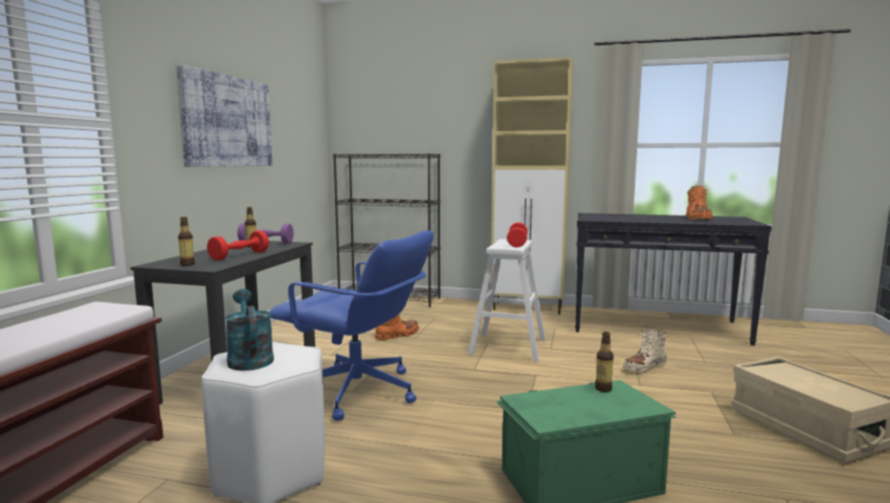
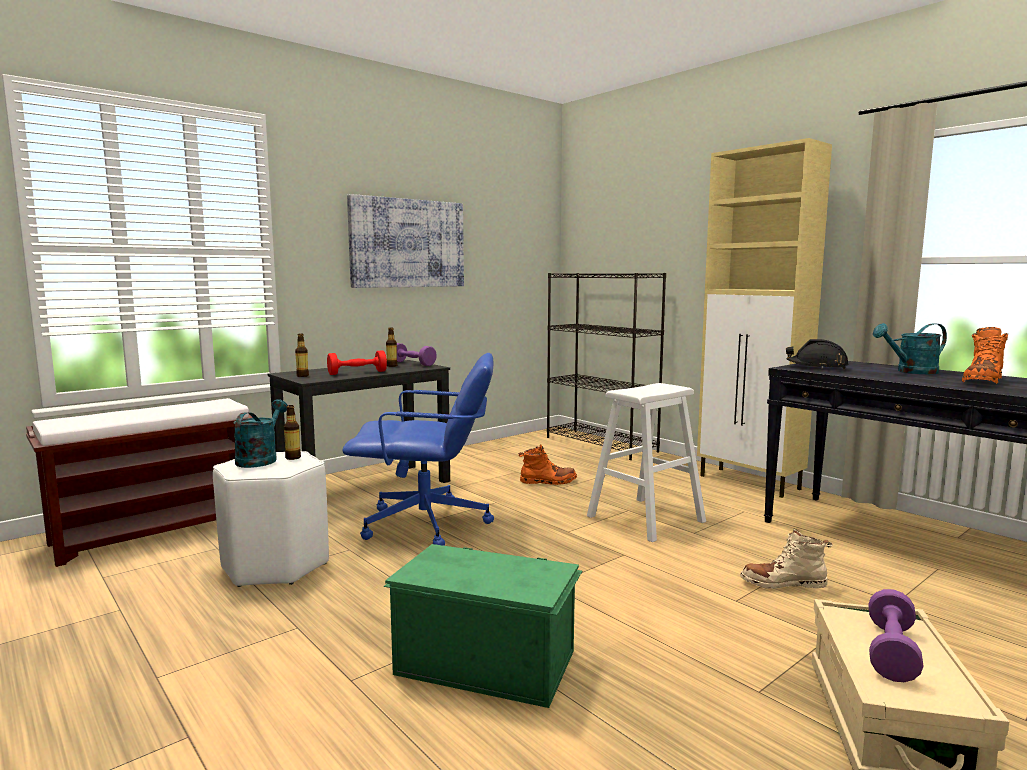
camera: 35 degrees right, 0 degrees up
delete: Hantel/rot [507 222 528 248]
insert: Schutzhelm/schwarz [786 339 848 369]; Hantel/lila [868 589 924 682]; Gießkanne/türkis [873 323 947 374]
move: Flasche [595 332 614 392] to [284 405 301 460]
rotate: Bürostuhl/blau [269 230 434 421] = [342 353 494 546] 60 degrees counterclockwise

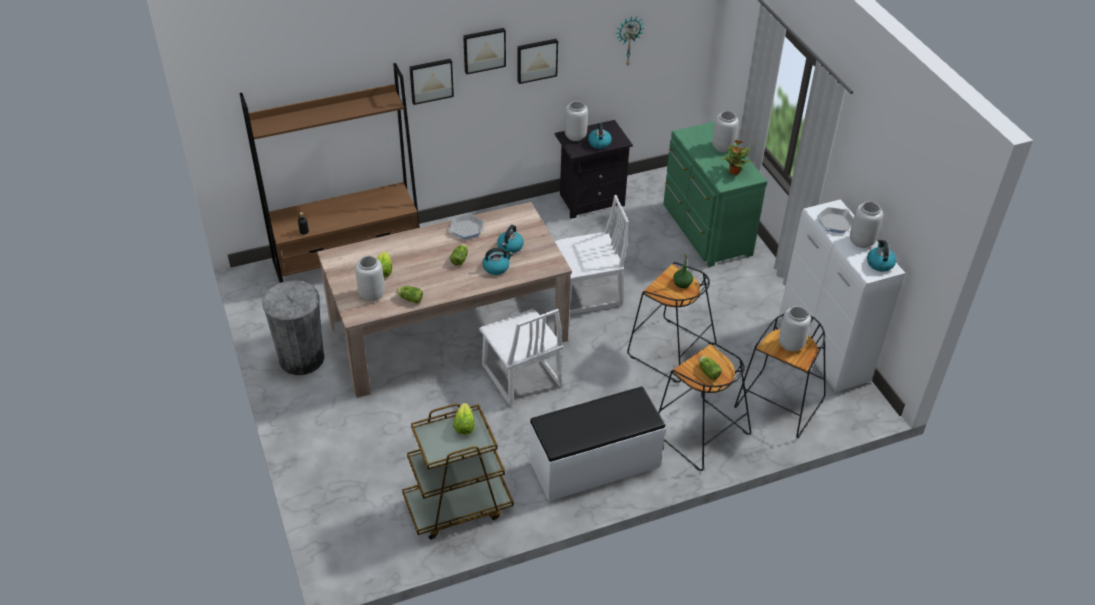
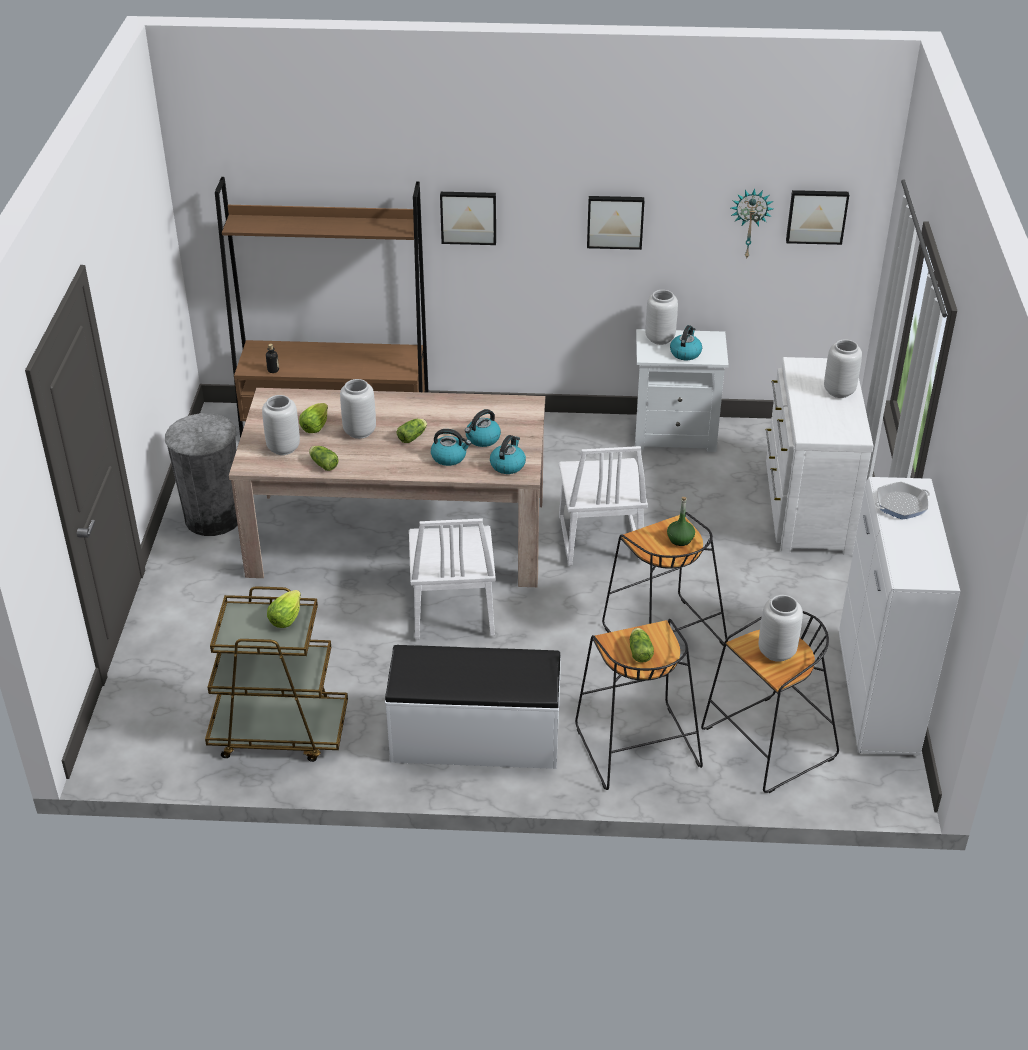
camera: 25 degrees right, 5 degrees down
delete: Pfanne [448 214 486 239]; Topfpflanze [722 140 751 175]
move: Bild [463 28 506 75] to [786 190 849 245]; Vase/grau [850 202 883 248] to [340 379 376 439]; Wasserkessel [867 240 896 272] to [490 435 526 474]
recolor: Nachttisch/schwarz [555 120 633 219] to Nachttisch/weiß [635 329 729 452]; Kommode/grün [663 122 768 267] to Kommode/weiß [765 357 874 555]
rotate: Stuhl/weiß [555 195 629 314] = [559 446 648 566] 75 degrees clockwise

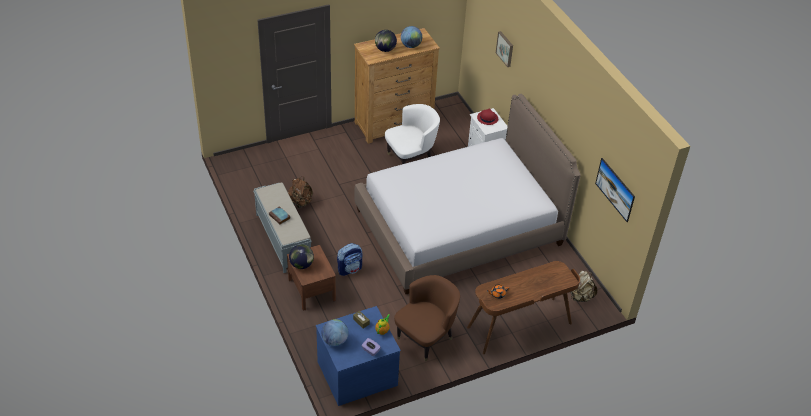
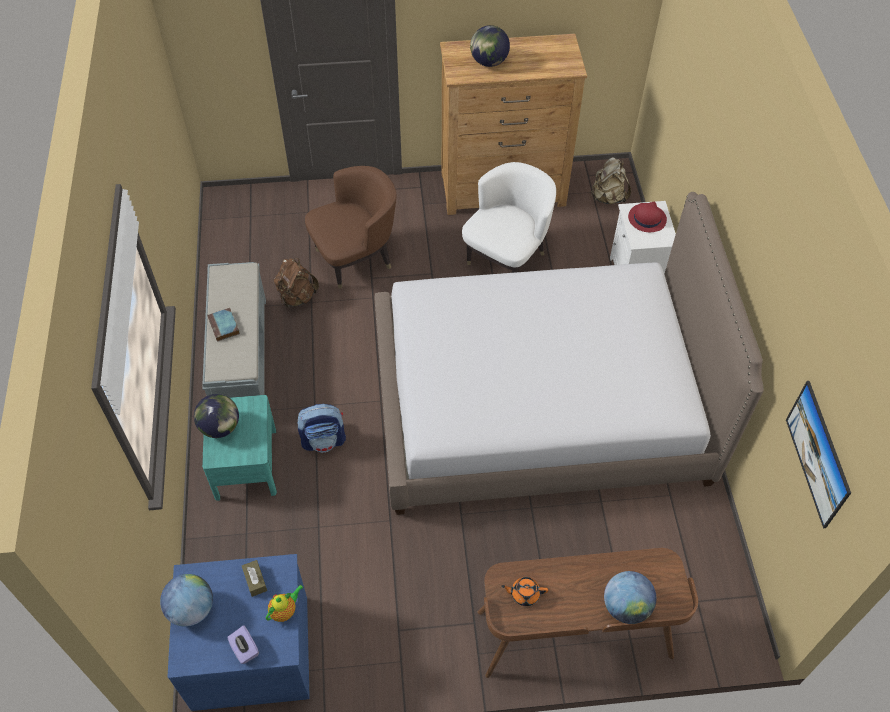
camera: 20 degrees right, 10 degrees up
delete: Bild [496 31 513 67]
move: Sessel/braun [394 275 460 361] to [305 166 397 288]; Globus [401 26 422 48] to [604 571 656 624]; Rucksack/beige [571 271 597 302] to [591 157 631 204]
recolor: Nachttisch/braun [287 245 336 310] to Nachttisch/türkis [202 395 277 501]
rotate: Sessel/weiß [385 104 440 164] = [462 162 556 273] 45 degrees counterclockwise

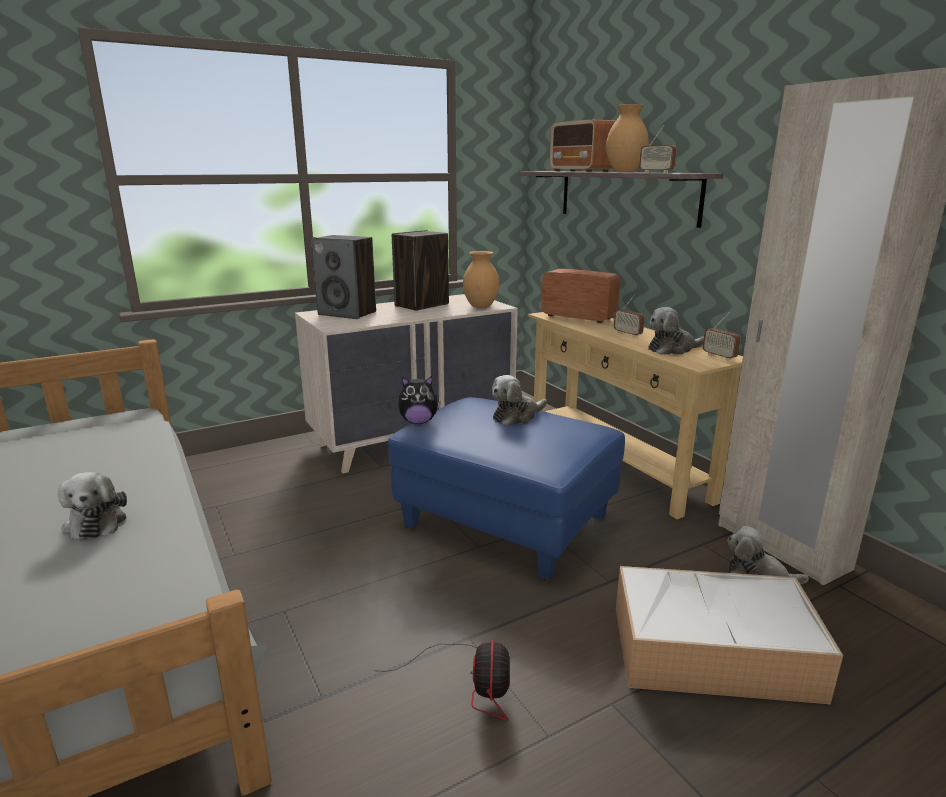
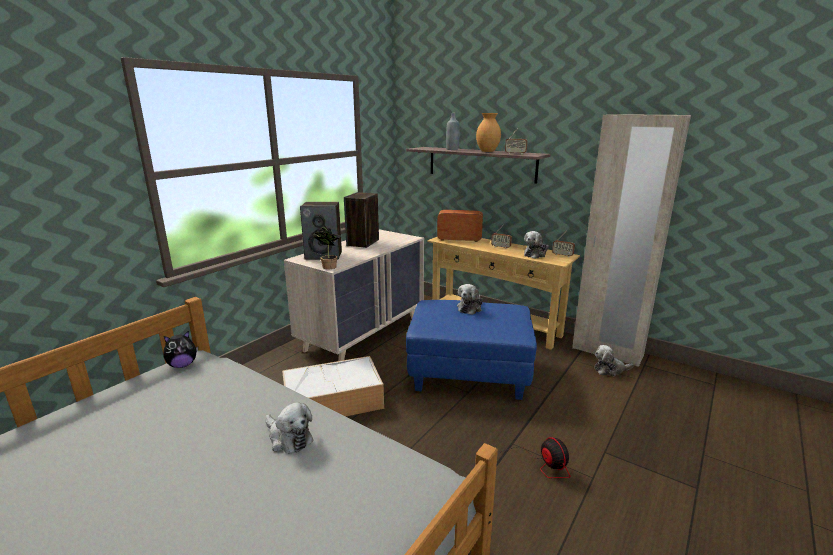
camera: 25 degrees left, 0 degrees up
delete: Vase/braun [463 251 499 308]
insert: Topfpflanze [311 225 341 270]
move: Plüschtier [398 376 441 424] to [163 331 198 368]; Aufbewahrungsbox [616 566 843 704] to [282 356 384 417]
replace: Radio [550 119 616 172] to Flasche/grau [446 113 460 150]

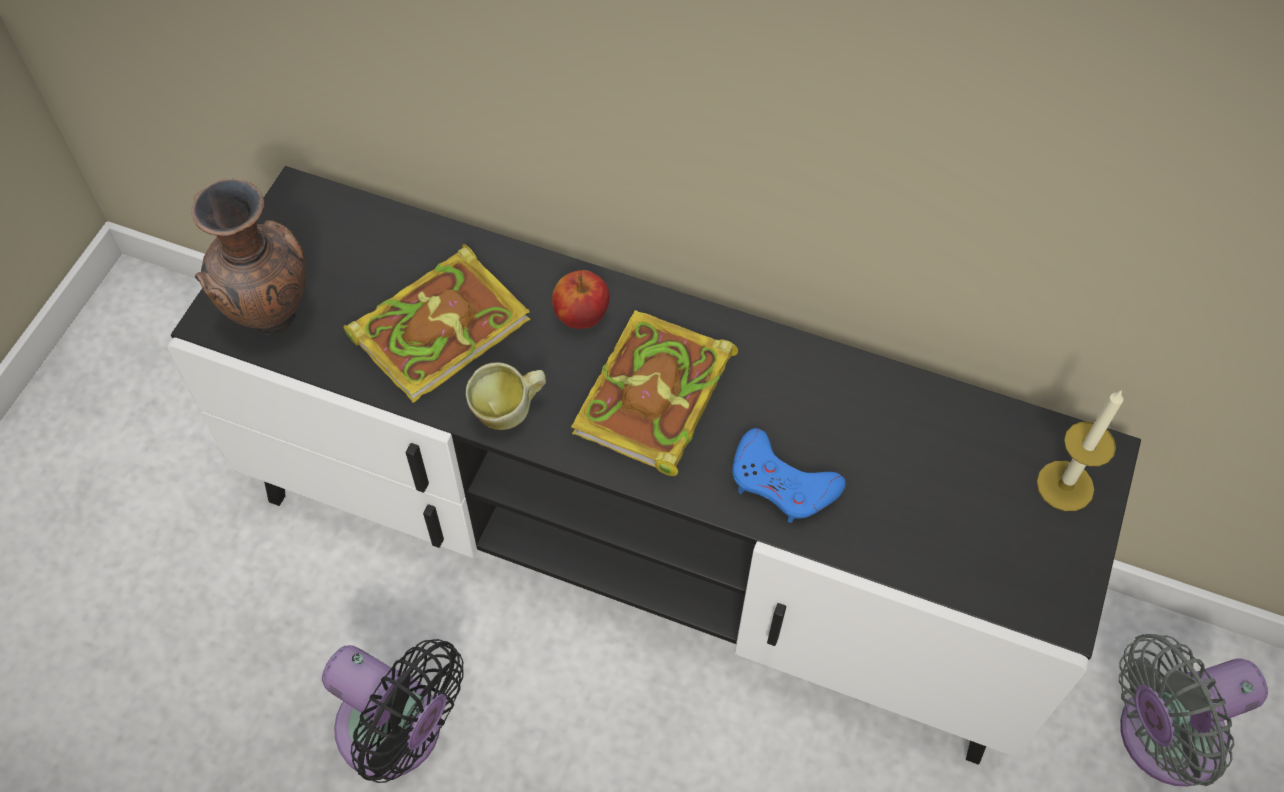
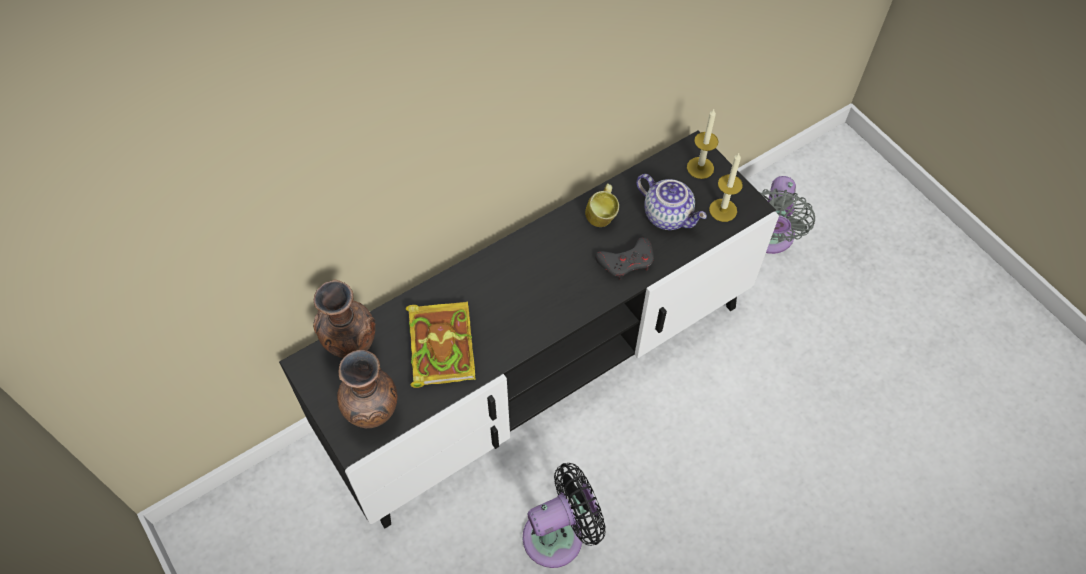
camera: 55 degrees left, 0 degrees up
delete: Apfel [552 270 610 329]; Buch [571 310 738 476]
insert: Vase/braun [313 280 375 358]; Teekanne [636 174 707 230]; Kerze [709 153 743 222]
move: Henkelbecher [466 362 546 430] to [585 183 619 227]
recolor: Gamepad/blau [732 428 846 523] to Gamepad/grau [595 237 654 280]

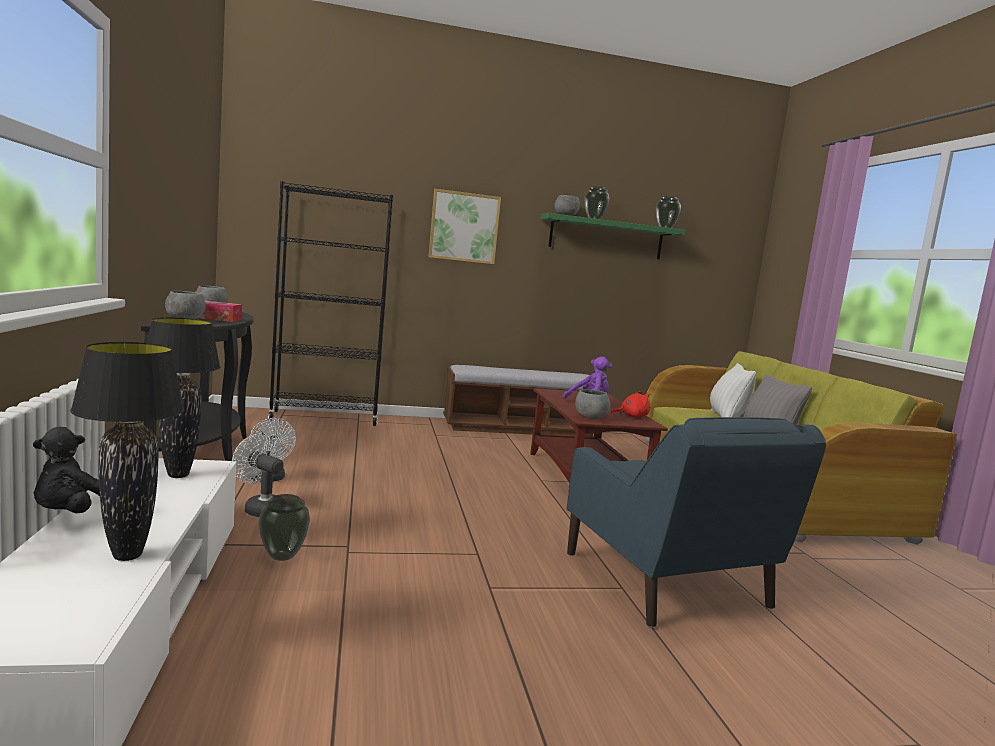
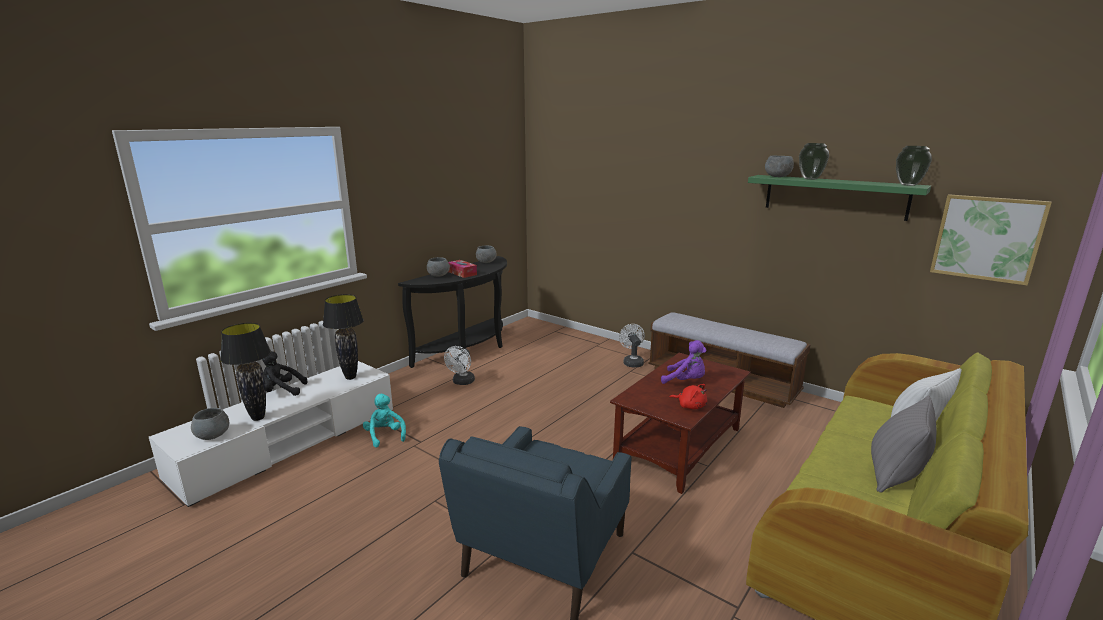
camera: 50 degrees right, 10 degrees up
delete: Bücherregal/schwarz [268 181 394 426]
move: Ventilator/weiß [232 434 284 517] to [619 324 645 367]; Bild [428 189 501 264] to [930 194 1052 286]; Schüssel/grau [575 389 610 419] to [191 408 229 440]
replace: Vase [259 494 310 561] to Plüschtier/türkis [363 393 406 447]

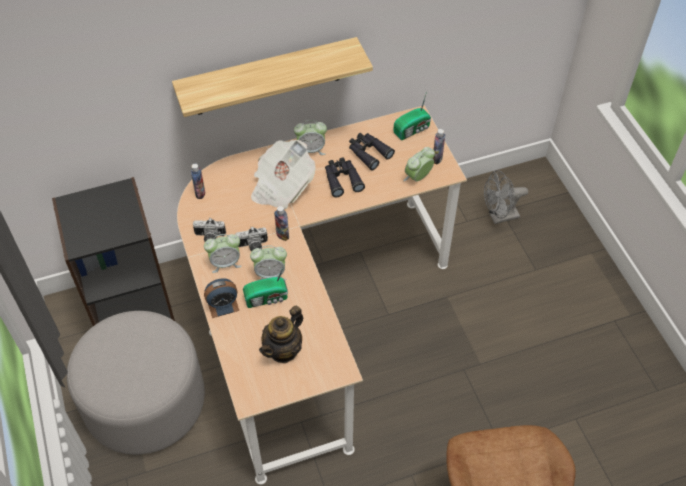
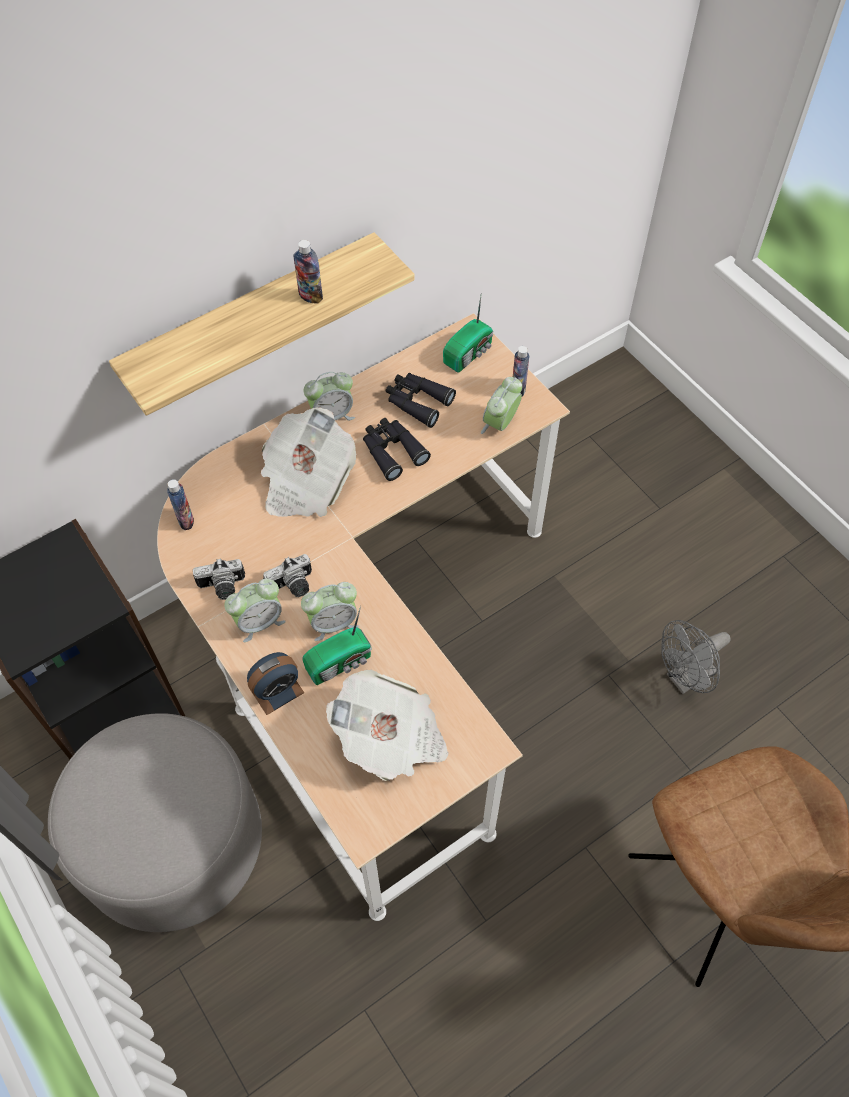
camera: 15 degrees left, 5 degrees up
move: Flasche [274 206 289 241] to [293 240 323 304]; Ventilator/grau [484 170 528 224] to [661 620 731 694]
replace: Teekanne [259 306 303 363] to Zeitung [326 670 449 781]

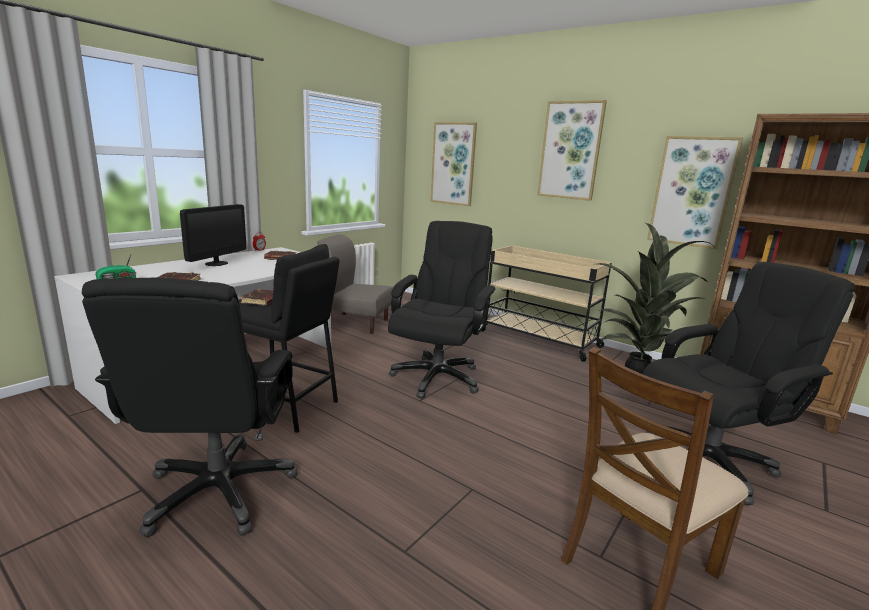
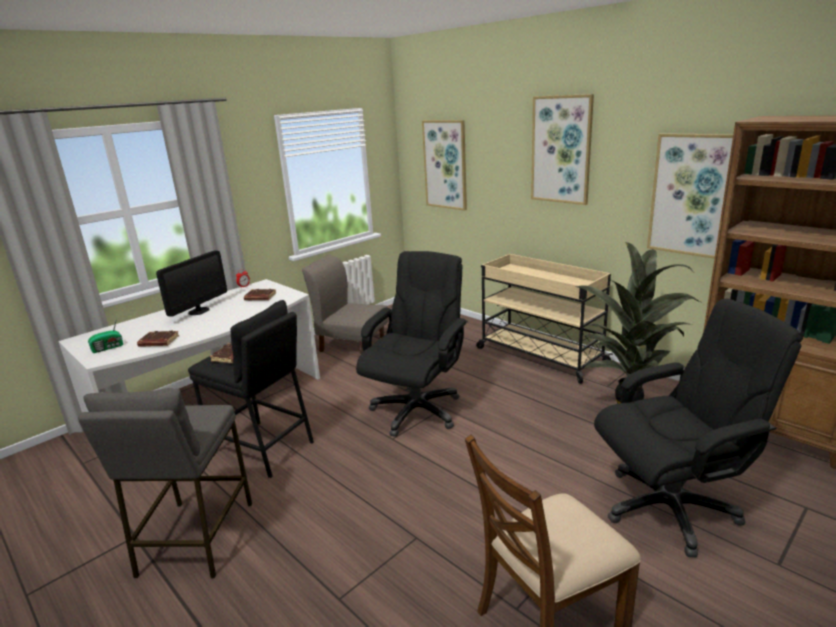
camera: 10 degrees right, 5 degrees up
replace: Bürostuhl/schwarz [82 278 298 537] to Hocker/grau [78 388 252 579]

